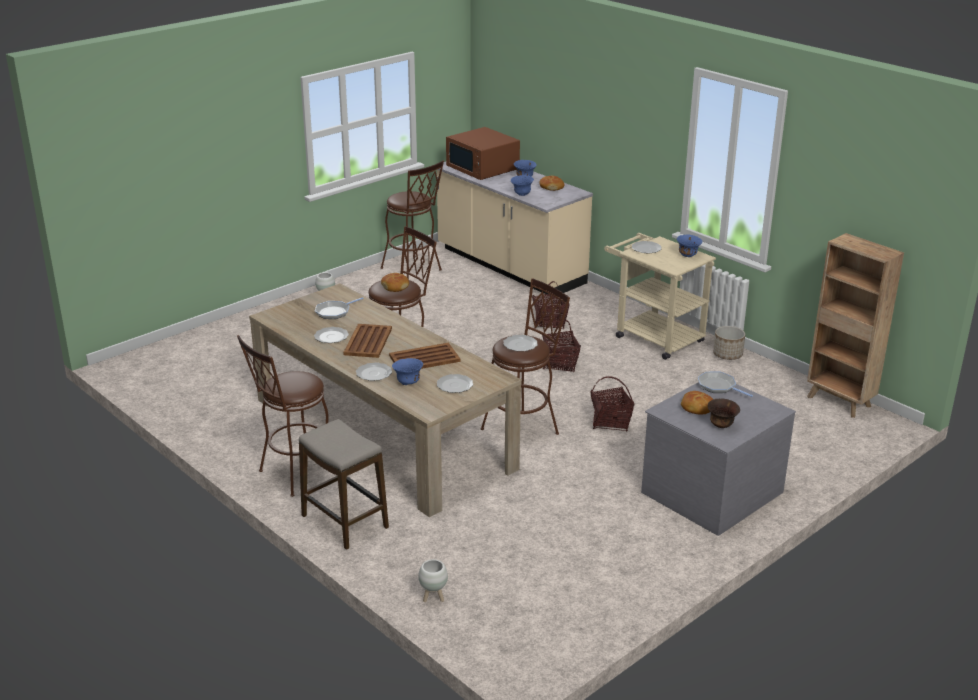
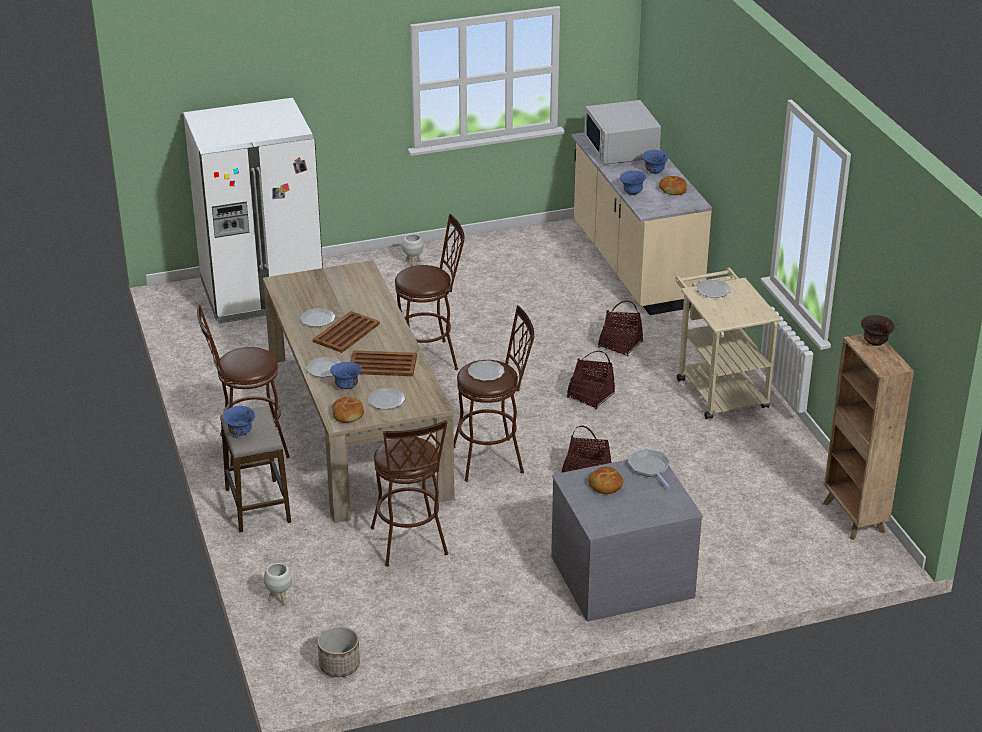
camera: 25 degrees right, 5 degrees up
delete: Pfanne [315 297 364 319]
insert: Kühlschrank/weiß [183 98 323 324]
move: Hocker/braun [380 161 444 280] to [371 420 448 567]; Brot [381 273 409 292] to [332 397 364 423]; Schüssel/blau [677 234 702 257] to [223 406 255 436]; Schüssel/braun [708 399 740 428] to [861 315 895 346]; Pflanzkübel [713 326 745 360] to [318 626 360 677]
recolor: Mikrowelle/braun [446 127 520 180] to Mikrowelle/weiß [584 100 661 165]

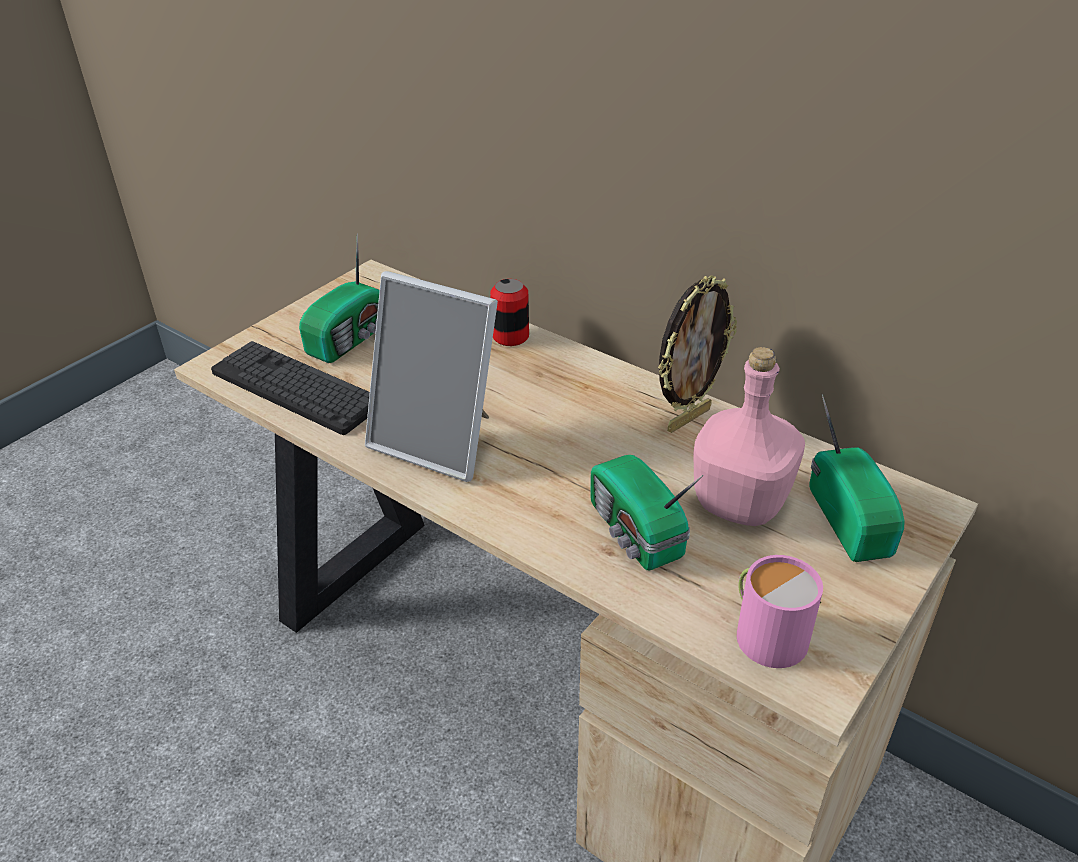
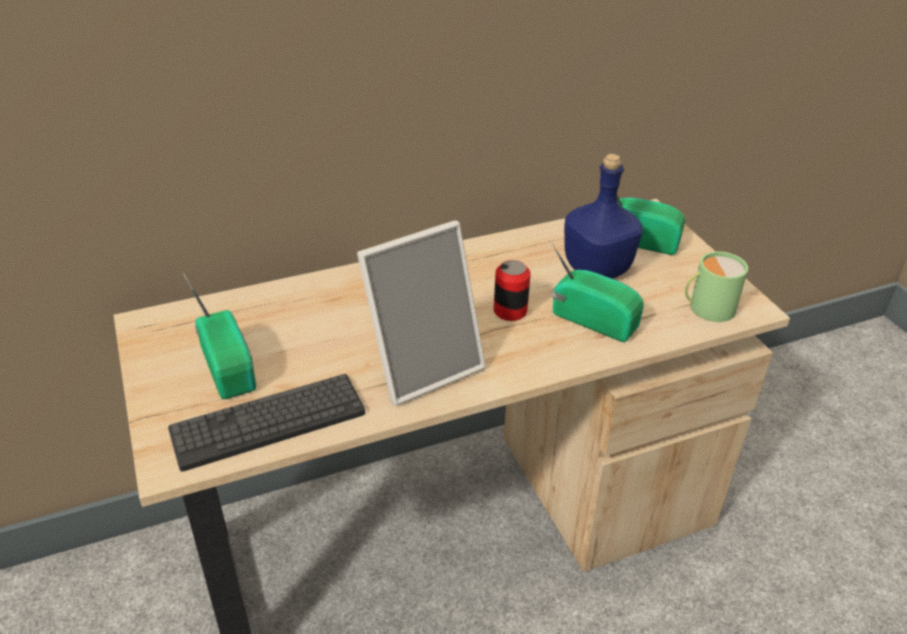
camera: 60 degrees left, 0 degrees up
delete: Bilderrahmen [658 275 737 433]
move: Dose [490 279 529 346] to [494 260 531 321]
recolor: Flasche/rosa [693 347 805 526] to Flasche/blau [564 154 643 279]; Henkelbecher/rosa [737 555 823 668] to Henkelbecher/grün [685 251 748 322]
rotate: Radio [591 455 703 570] = [552 243 644 342] 150 degrees counterclockwise

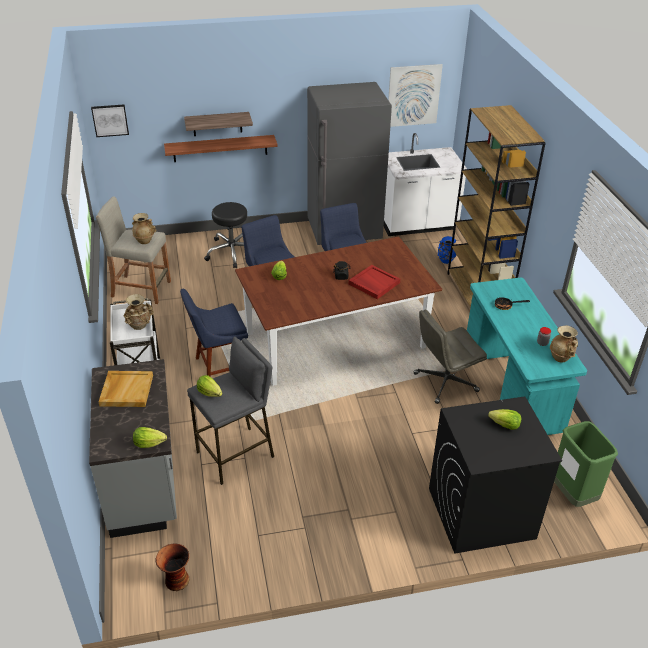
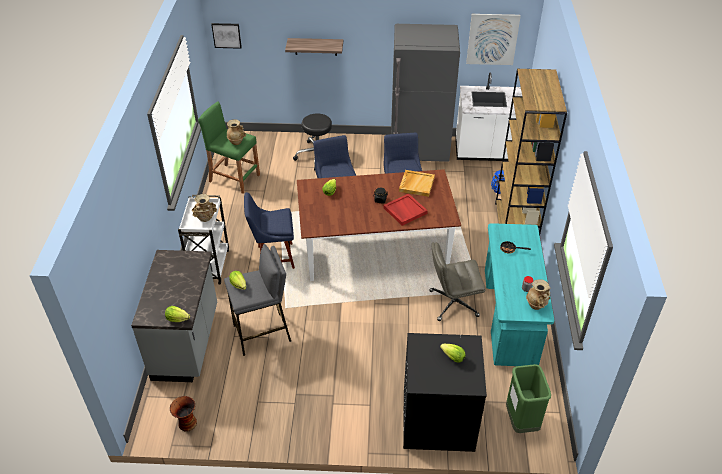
camera: 15 degrees right, 5 degrees up
delete: Wandregal [164 135 278 162]
move: Tablett/beige [99 371 153 407] to [399 170 435 197]
recolor: Hocker/beige [96 196 171 304] to Hocker/grün [198 102 260 194]

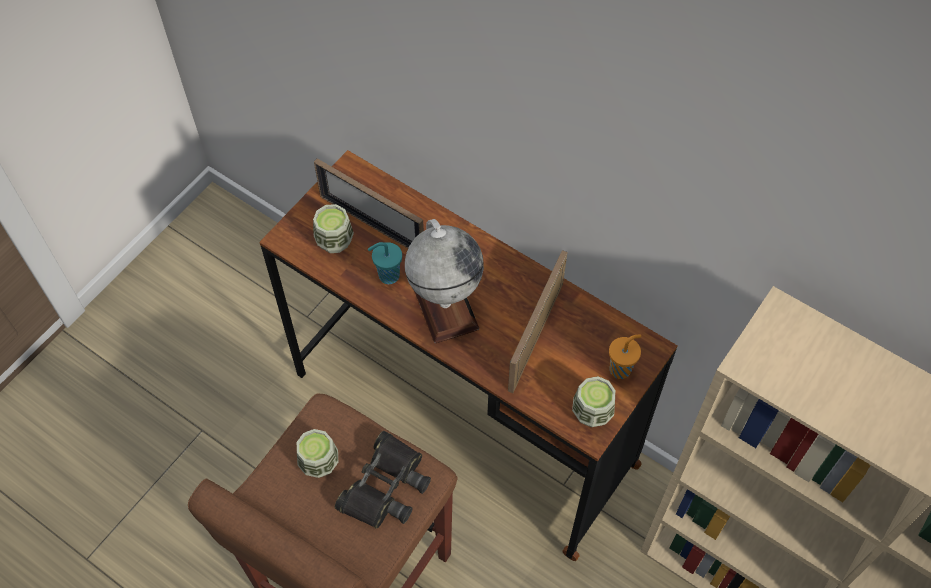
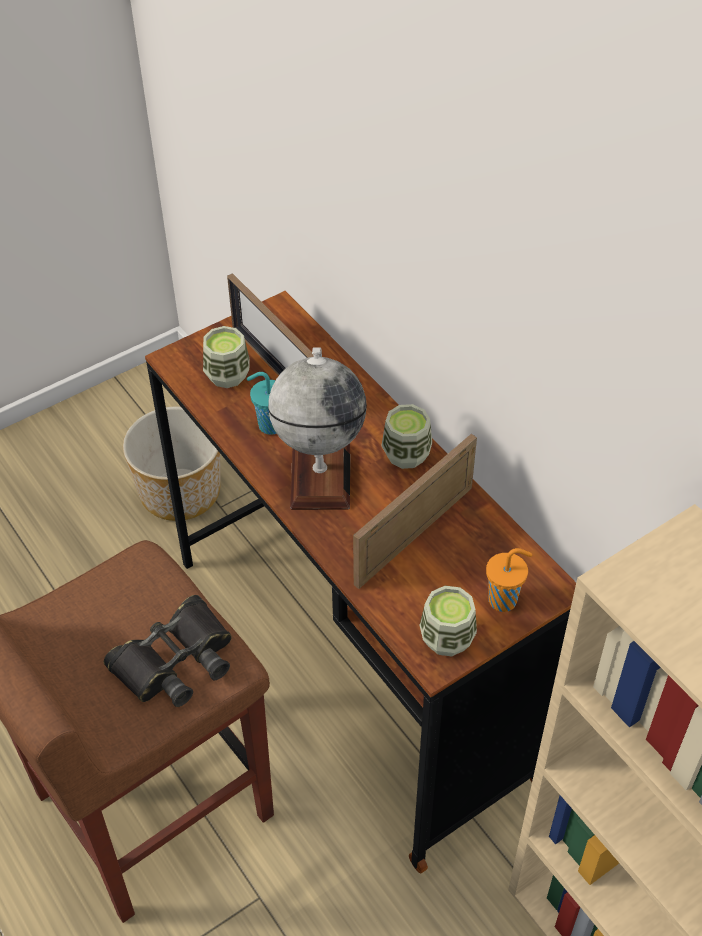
camera: 20 degrees right, 10 degrees down
insert: Pflanzkübel [123 406 221 521]
move: Tasse [297 429 338 478] to [381 404 432 469]

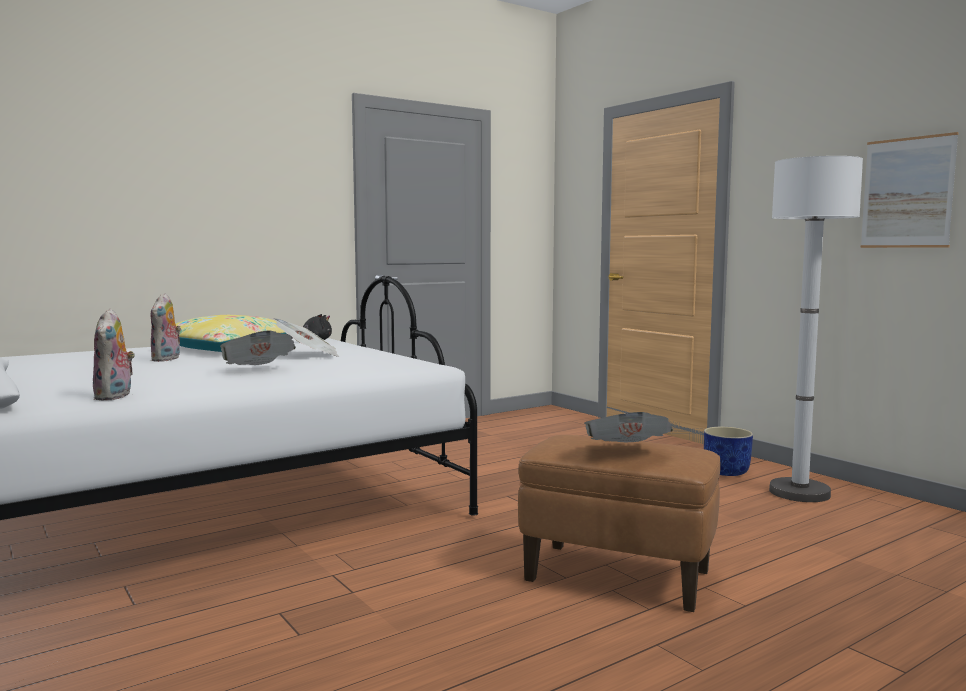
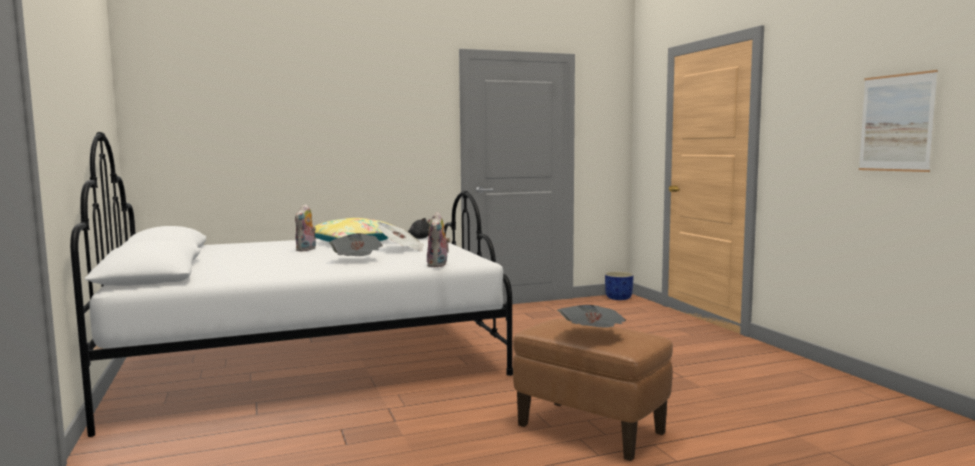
camera: 15 degrees right, 0 degrees up
delete: Stehlampe/weiß [769 156 863 502]
move: Plüschtier [93 309 135 400] to [427 212 450 267]; Pflanzkübel/blau [704 427 753 476] to [605 272 634 300]

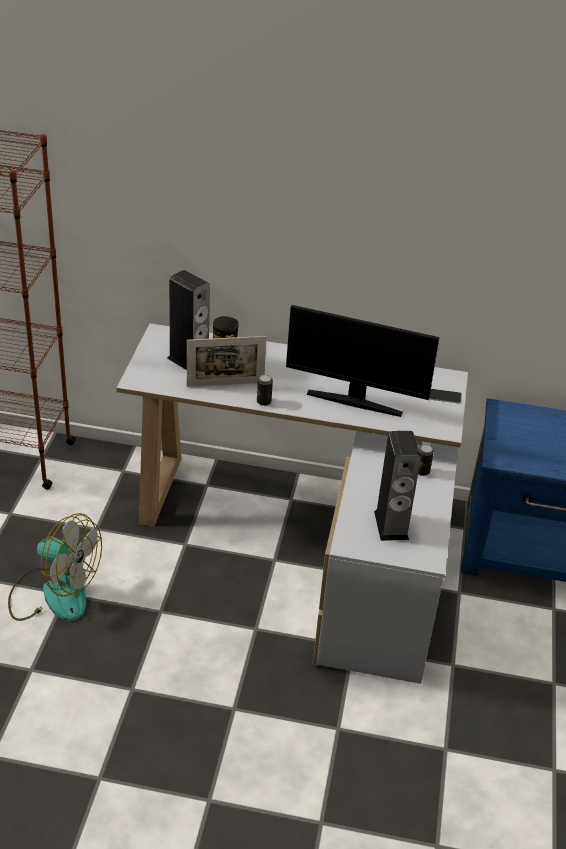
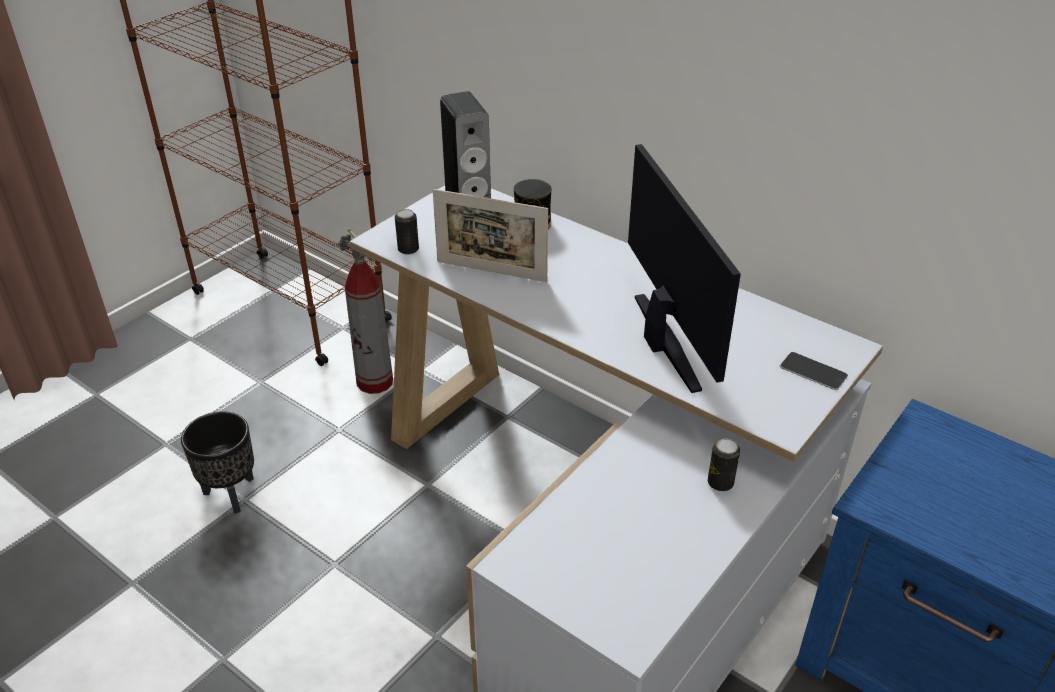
camera: 30 degrees right, 0 degrees up
delete: Lautsprecher [374 431 421 541]
insert: Feuerlöscher [338 228 393 394]
move: Dose [257 375 273 406] to [395 209 419 255]
replace: Ventilator [8 513 102 621] to Pflanzkübel/schwarz [181 411 254 514]
rotate: Monitor [286 305 439 417] = [628 144 741 393] 150 degrees counterclockwise

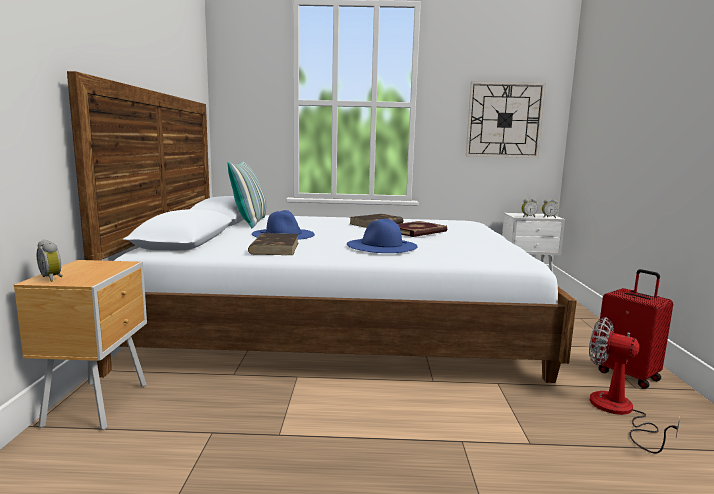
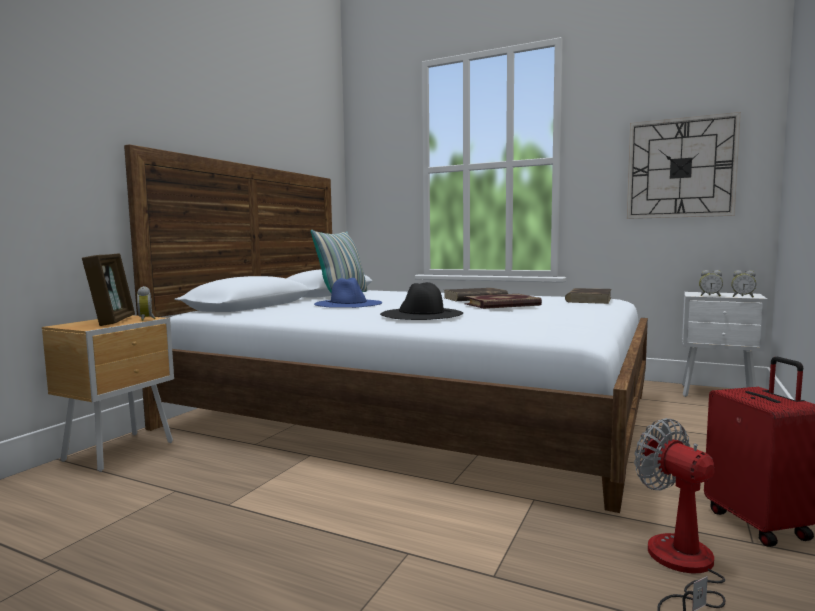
camera: 25 degrees right, 5 degrees down
insert: Bilderrahmen [82 253 135 326]
move: Wecker [37 239 63 282] to [137 286 156 321]; Buch/braun [248 233 299 255] to [565 288 611 304]
recolor: Hut/blau [347 219 417 253] to Hut/schwarz [380 282 463 320]

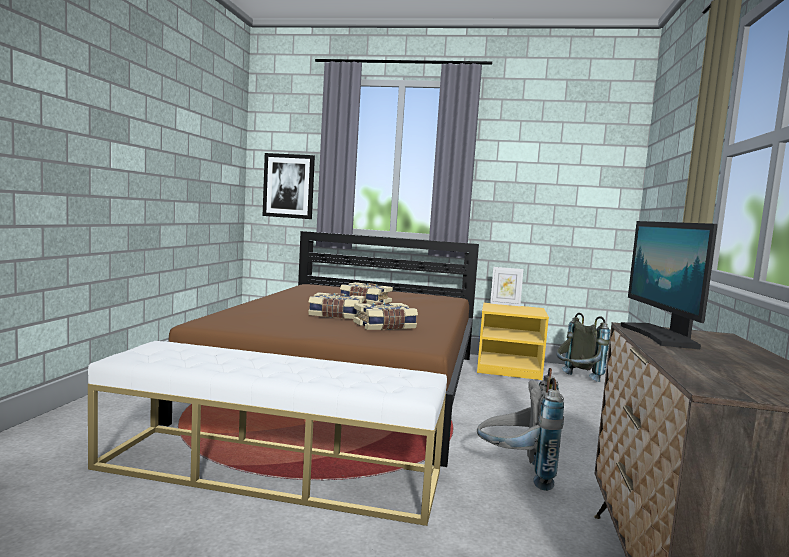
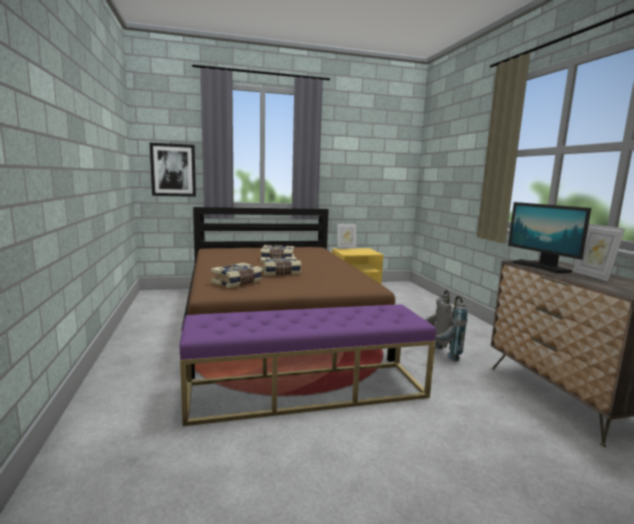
camera: 25 degrees left, 5 degrees up
delete: Rucksack/grau [556 313 610 382]
insert: Bilderrahmen [573 224 625 281]
move: Buch [353 302 418 330] to [211 263 262 288]
recolor: Bank/weiß [88 341 447 526] to Bank/lila [180 304 436 426]

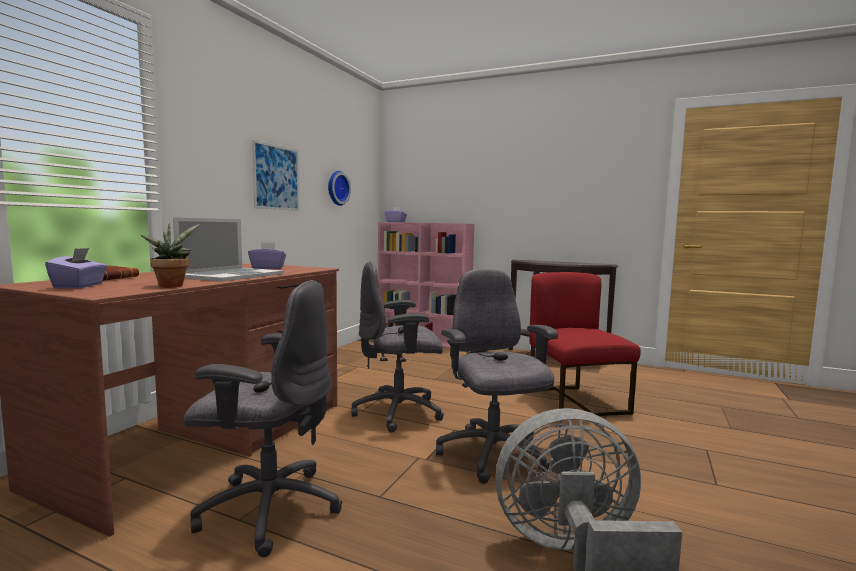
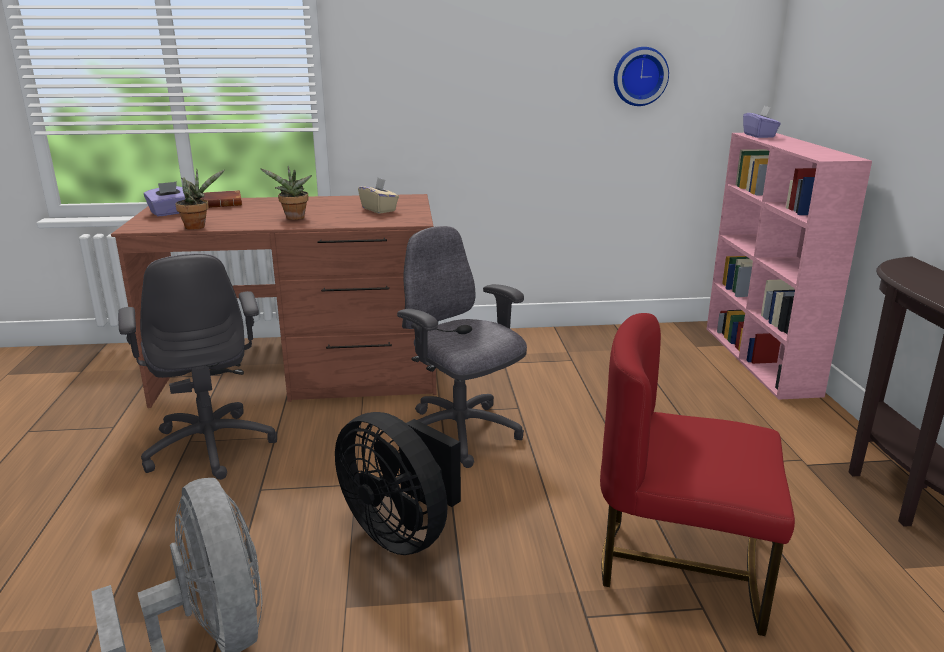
camera: 60 degrees right, 15 degrees up
delete: Bild [252 140 299 211]
replace: Laptop [173 217 284 282] to Topfpflanze [260 166 312 220]; Bürostuhl/grau [436 269 558 484] to Ventilator/schwarz [335 412 461 555]
recolor: Taschentuchbox/lila [248 242 286 269] to Taschentuchbox/beige [358 178 399 214]
rotate: Stuhl/rot [529 272 641 421] = [600 313 795 636] 120 degrees counterclockwise

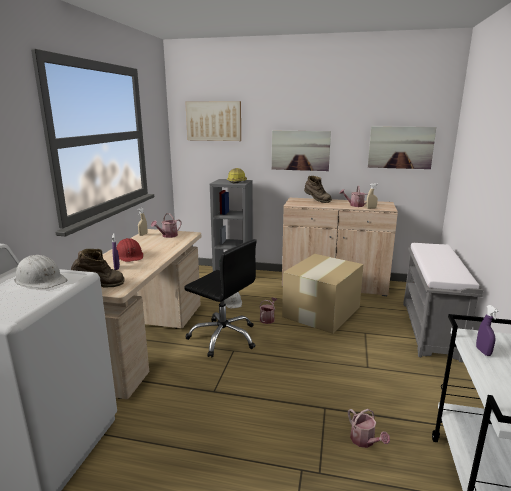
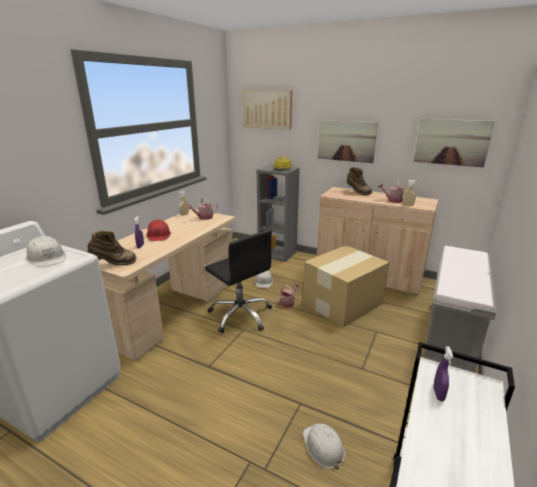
camera: 15 degrees right, 5 degrees up
replace: Gießkanne [348 409 390 448] to Schutzhelm/weiß [303 423 345 469]

